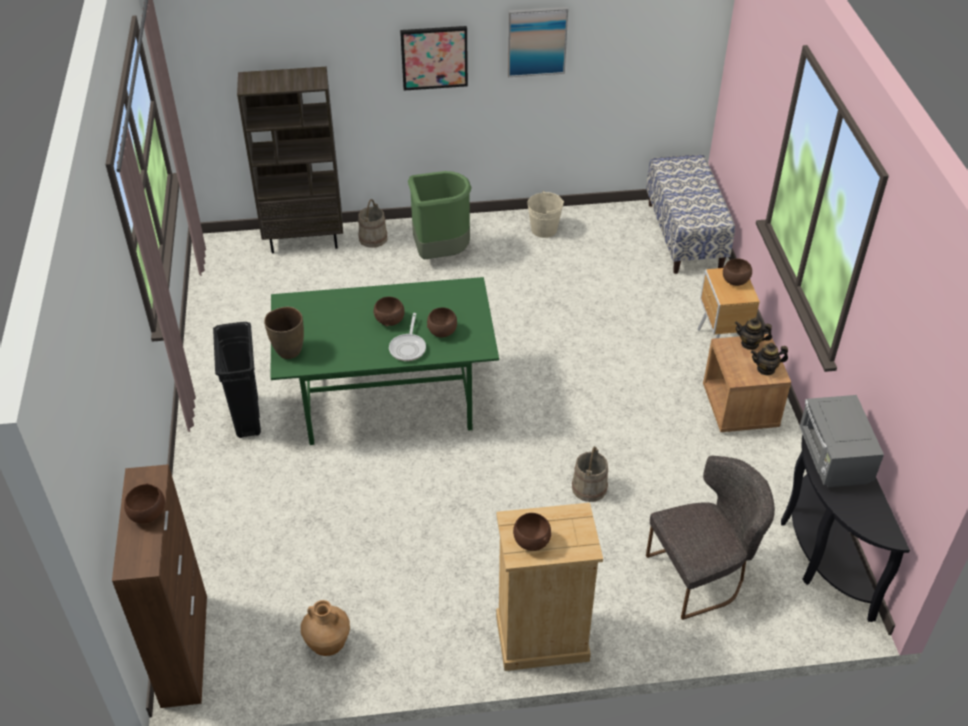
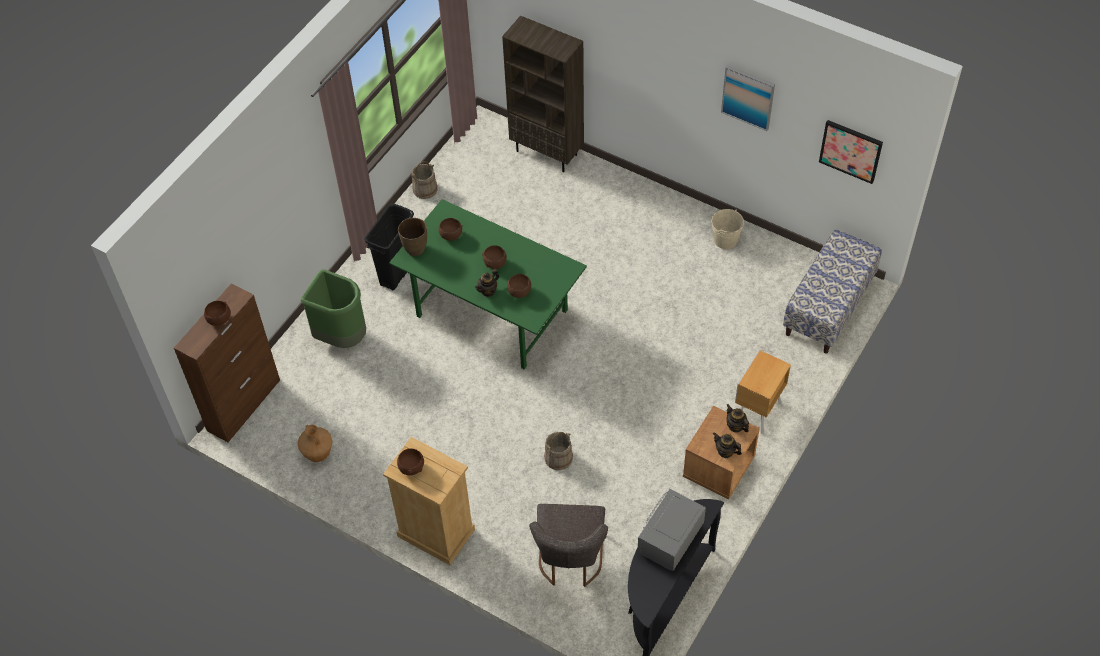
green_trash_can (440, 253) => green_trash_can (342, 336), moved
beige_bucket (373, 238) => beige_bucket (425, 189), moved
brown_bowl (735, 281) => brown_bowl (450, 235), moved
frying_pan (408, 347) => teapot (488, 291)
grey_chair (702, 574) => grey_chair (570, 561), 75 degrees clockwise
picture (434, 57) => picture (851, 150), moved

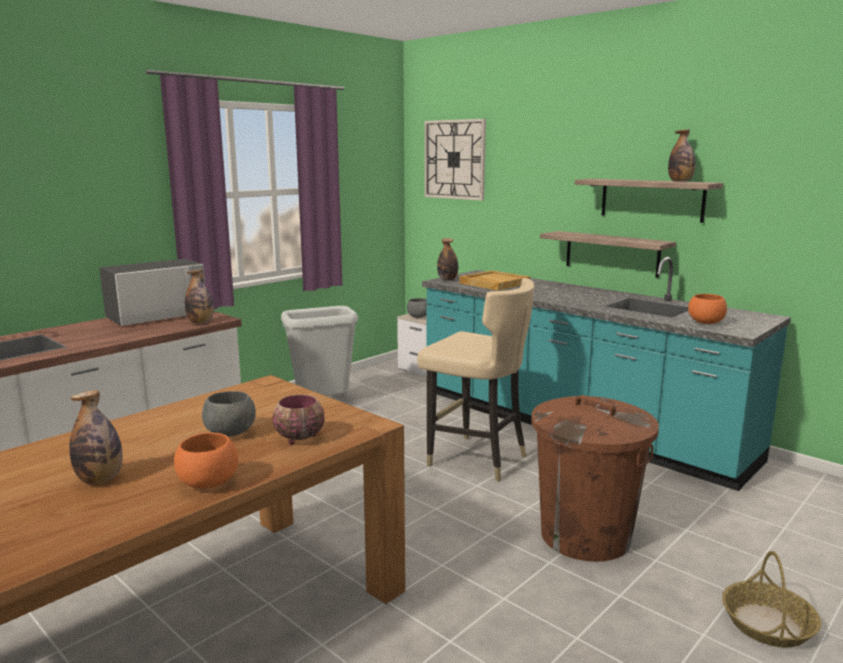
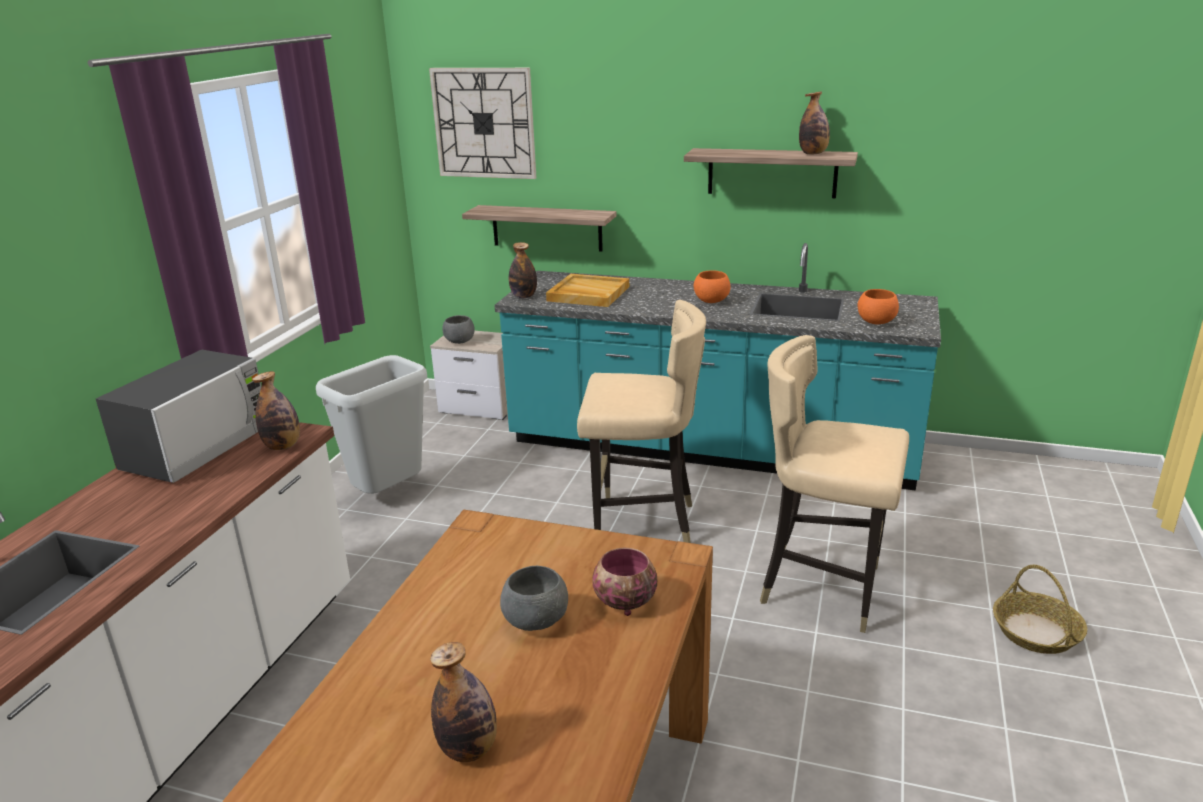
shelf (611, 253) => shelf (546, 228), moved
orange_bowl (208, 483) => orange_bowl (711, 301), moved
brown_trash_can (585, 535) => beige_chair (823, 588)

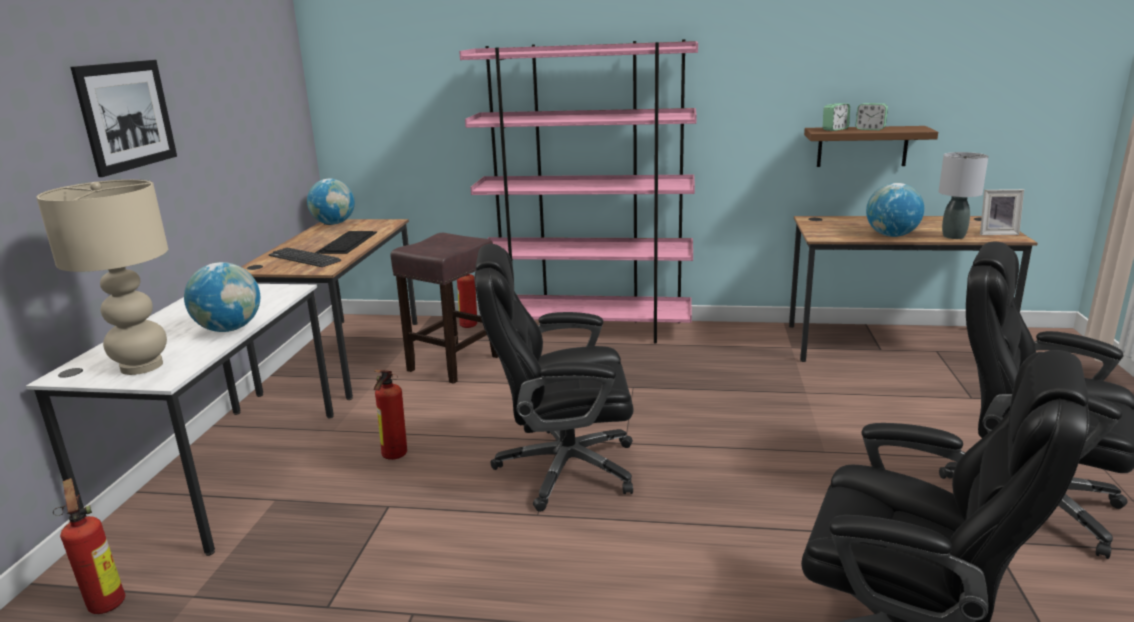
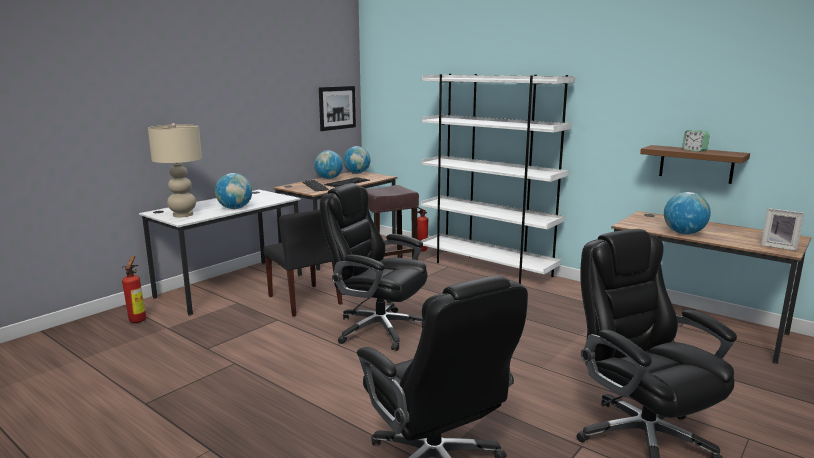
fire_extinguisher (393, 456) => black_chair (305, 300)
nothing => globe (328, 178)
picture (127, 115) => picture (337, 108), moved
pink_bookcase (588, 330) => white_bookcase (487, 267)
alarm_clock (835, 129) => nothing
grey_table_lamp (954, 236) => nothing

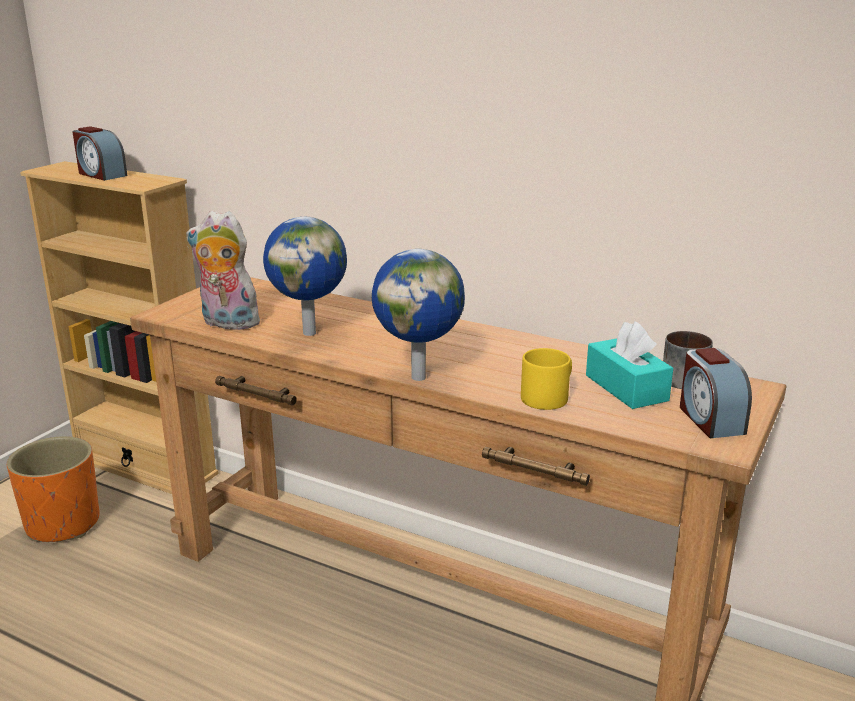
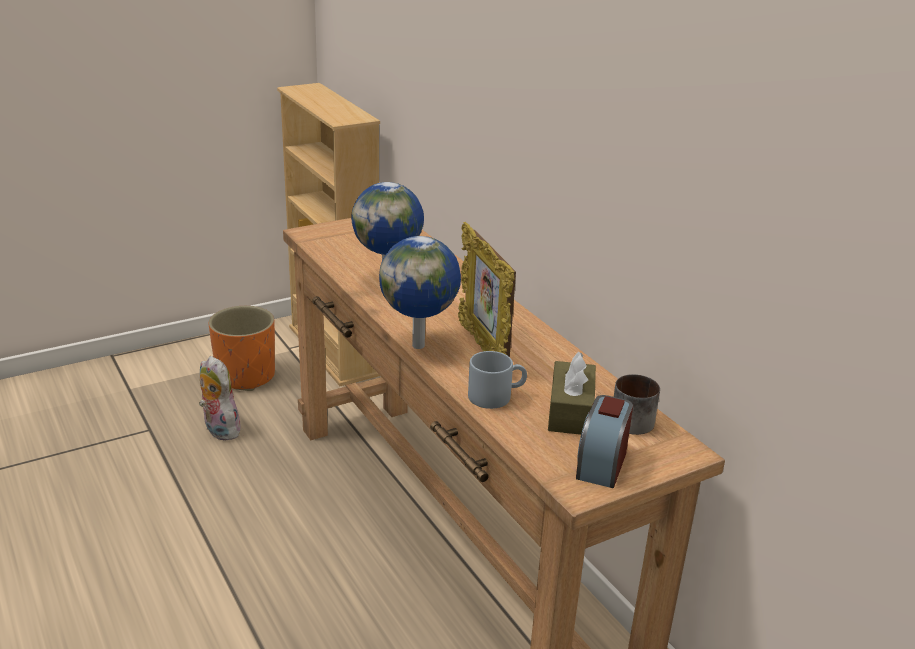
plush_toy (227, 323) => plush_toy (219, 430), moved
nothing => picture_frame (483, 348)
yellow_mug (548, 396) => grey_mug (496, 395)
turquoise_tissue_box (626, 388) => brown_tissue_box (570, 411)
alarm_clock (101, 174) => nothing

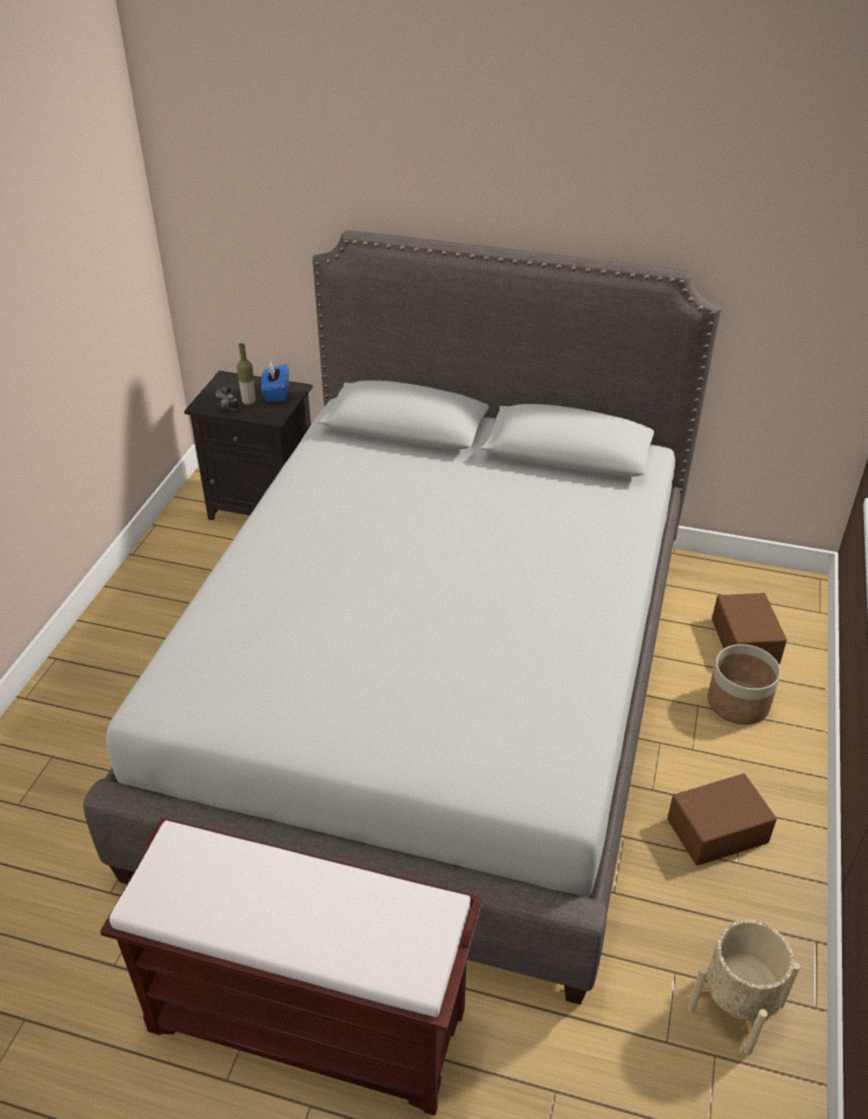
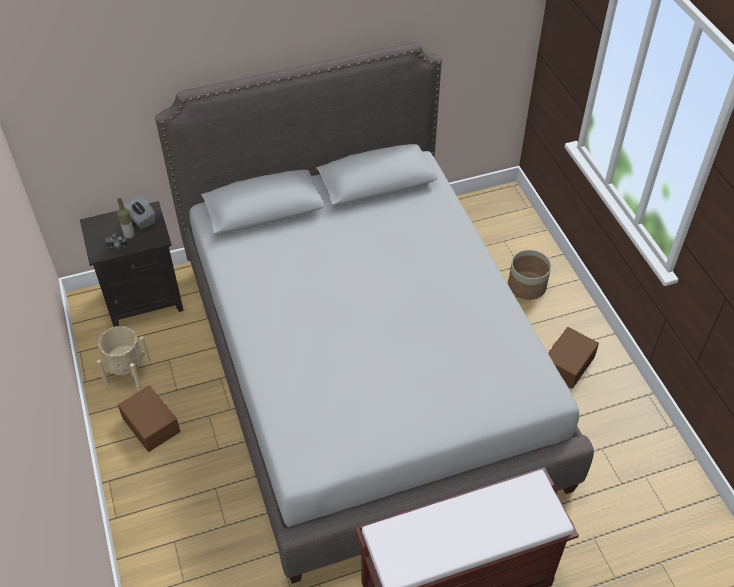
beige_planter (735, 1007) => beige_planter (127, 373), moved
brown_storage_box (747, 640) => brown_storage_box (152, 423), moved
blue_tissue_box (276, 393) => grey_tissue_box (141, 219)

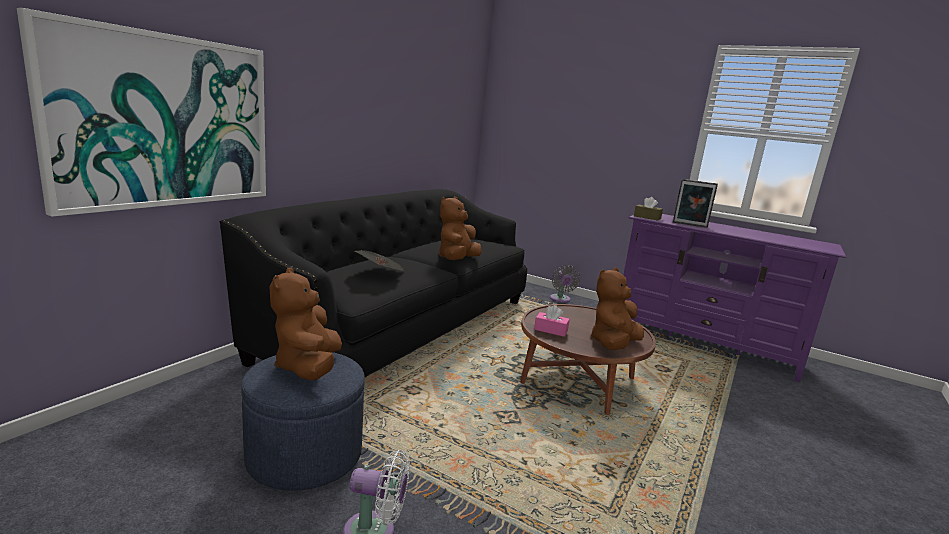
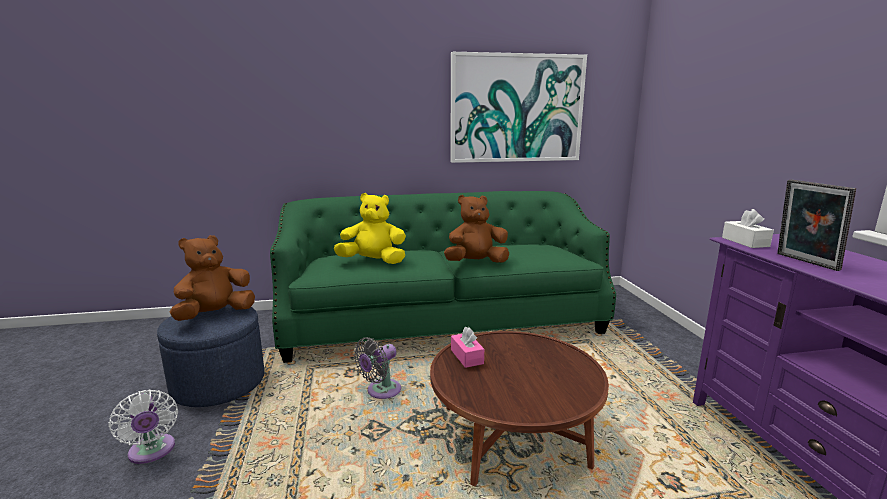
black_sofa (403, 326) => green_sofa (443, 322)
newspaper (381, 274) => yellow_plush_toy (373, 262)
grey_fan (560, 299) => grey_fan (381, 391), moved
picture (165, 121) => picture (516, 108), moved
brown_tissue_box (647, 217) => white_tissue_box (745, 242)
brown_plush_toy (613, 344) => nothing

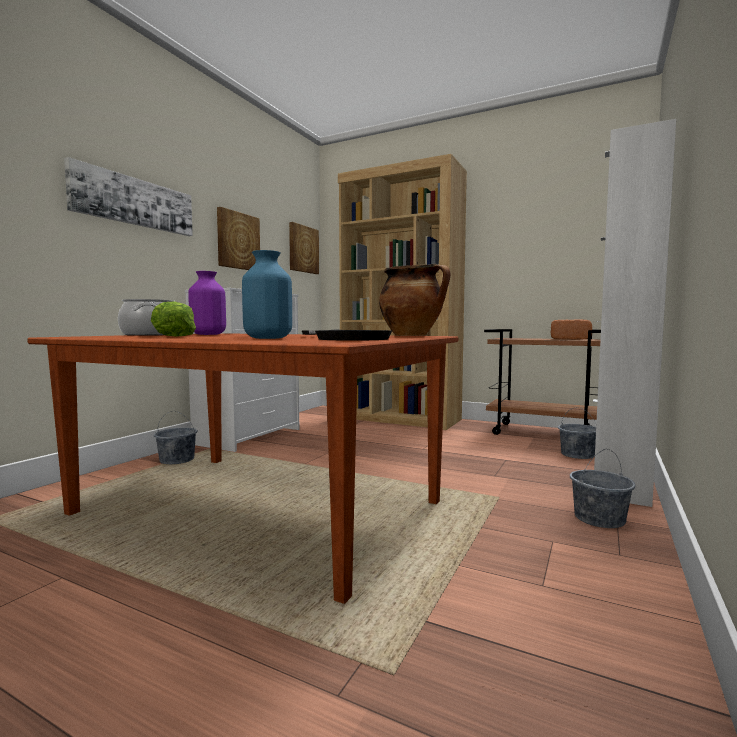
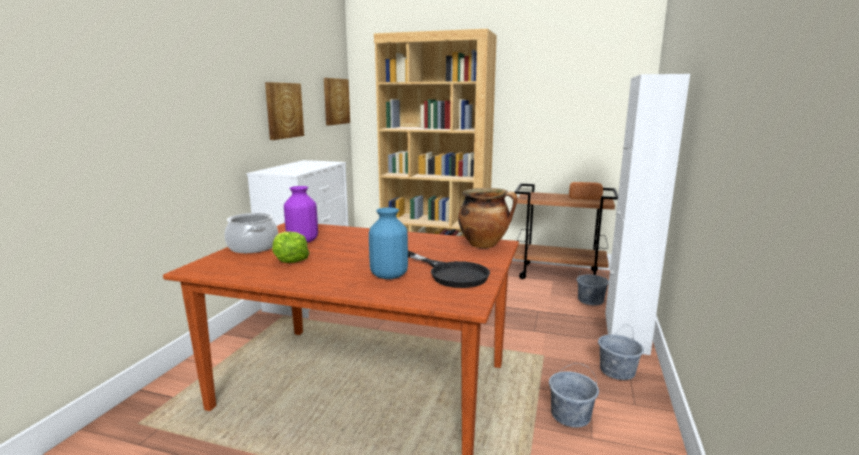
grey_bucket (177, 460) => grey_bucket (571, 415), moved
picture (134, 202) => nothing

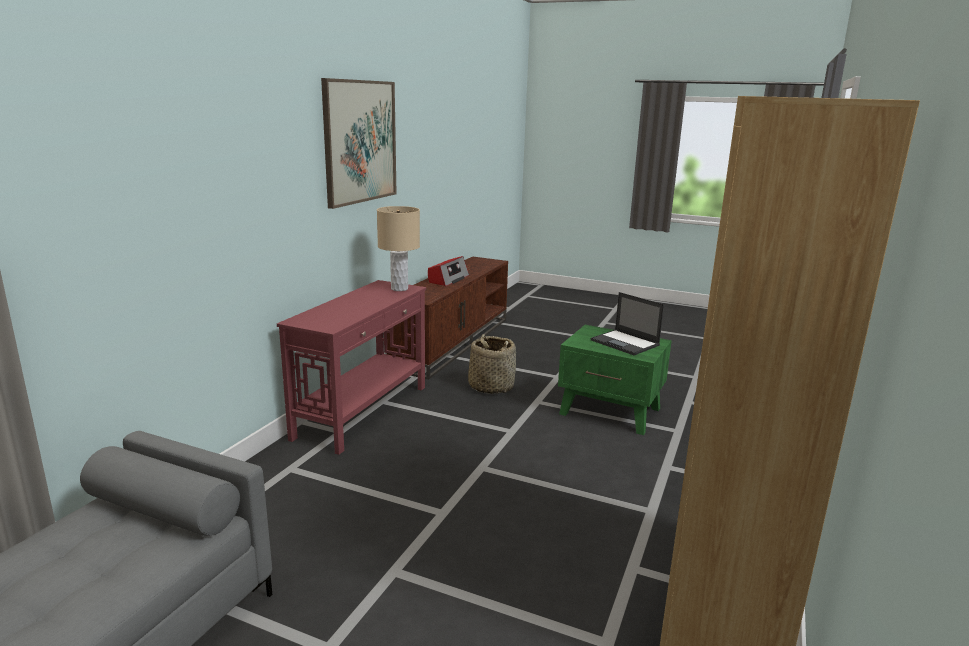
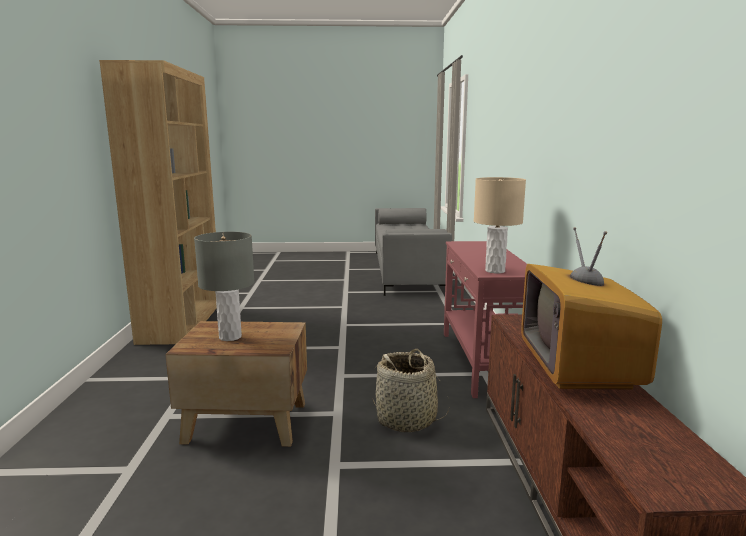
green_side_table (611, 411) => brown_side_table (245, 422)
laptop (625, 343) => grey_table_lamp (230, 337)
radio (448, 279) => television (578, 367)
picture (360, 142) => nothing

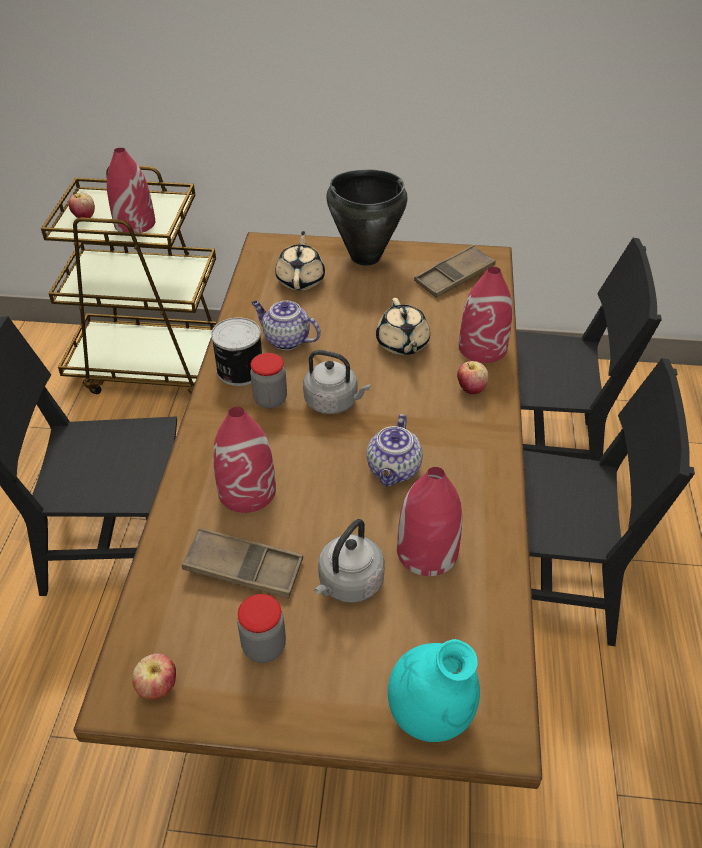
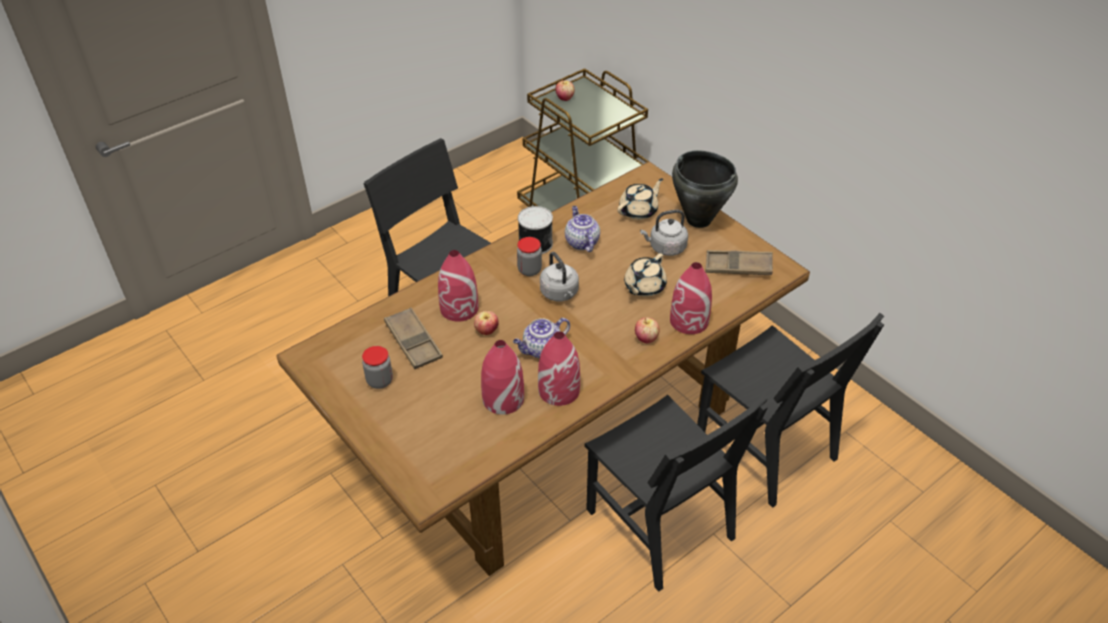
apple (158, 687) => apple (486, 331), moved
red_vase (134, 223) => red_vase (559, 389), moved
grey_kettle (348, 584) => grey_kettle (665, 248), moved
turquoise_vase (430, 714) => nothing

